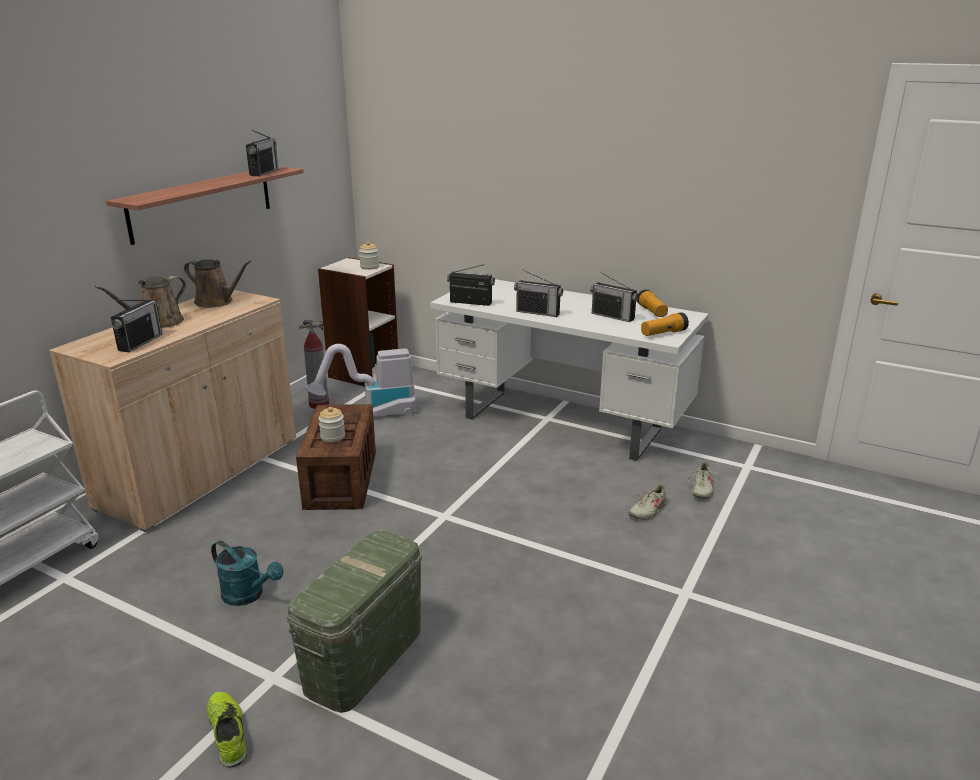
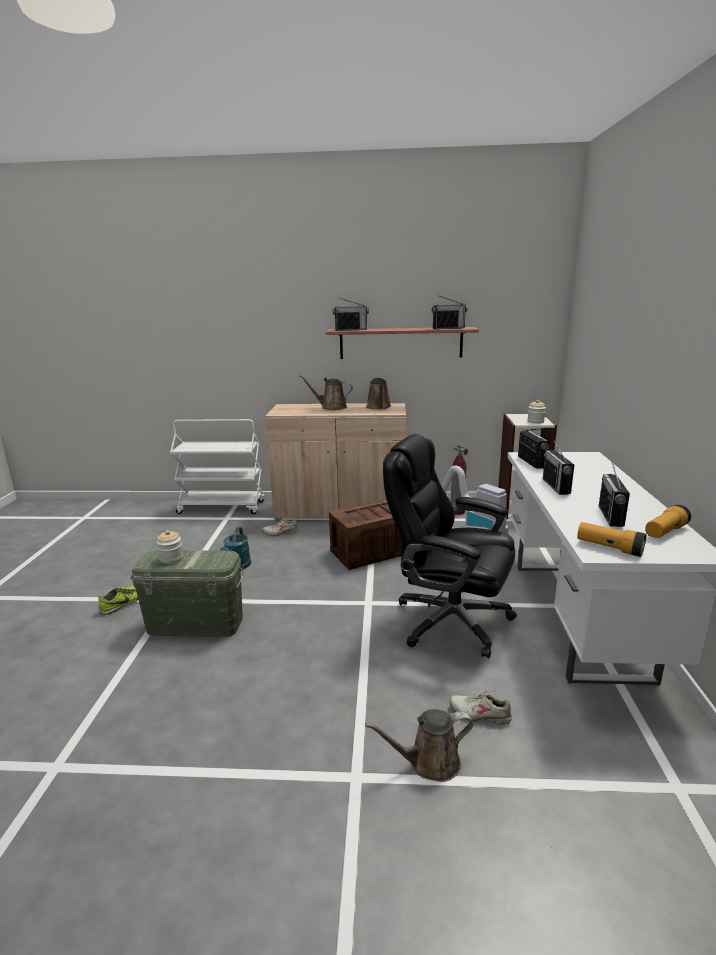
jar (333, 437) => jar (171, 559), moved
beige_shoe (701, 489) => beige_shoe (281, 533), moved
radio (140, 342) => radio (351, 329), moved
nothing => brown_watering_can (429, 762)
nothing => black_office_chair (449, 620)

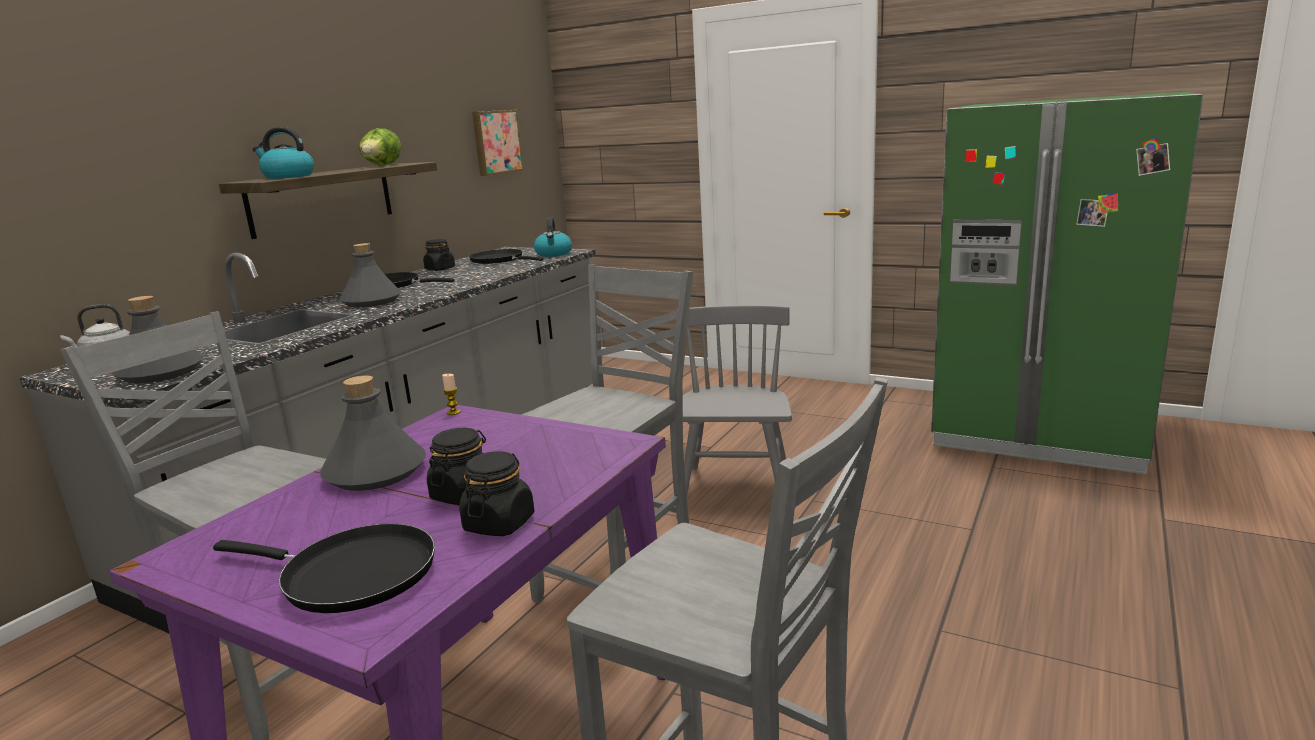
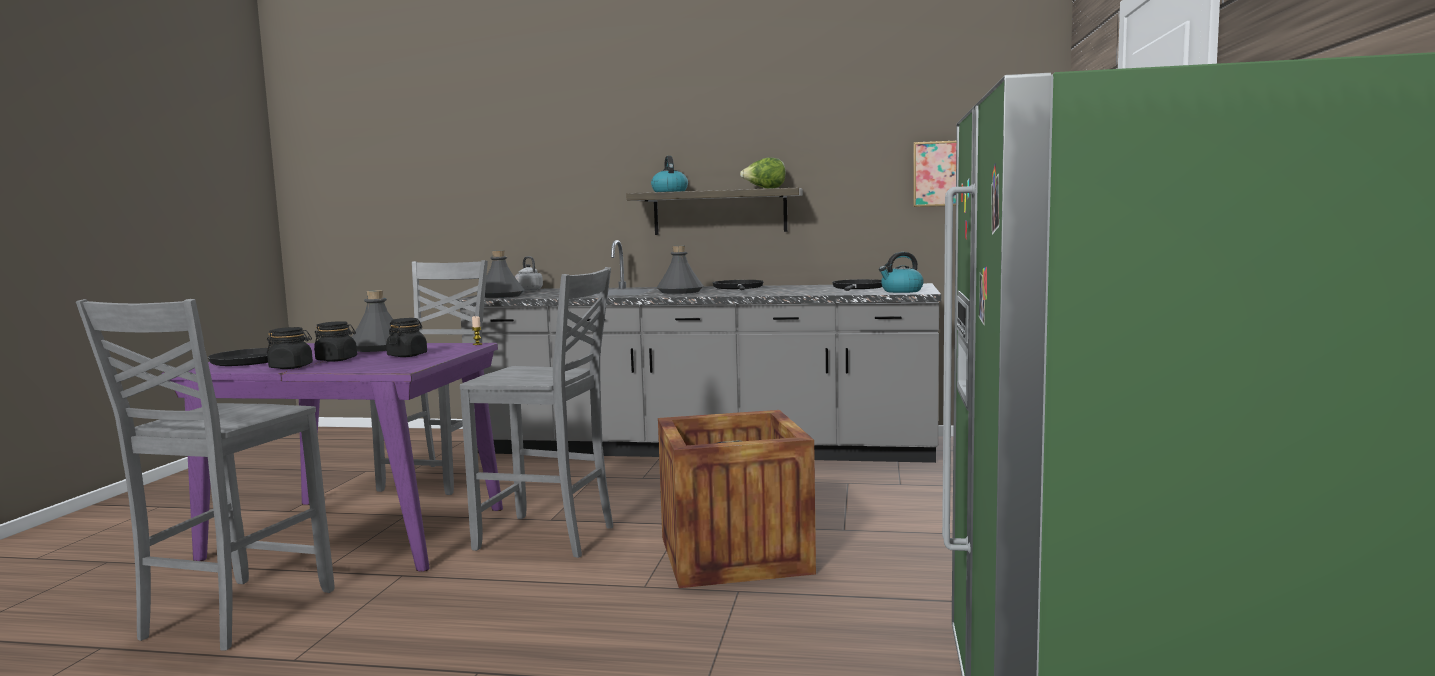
black_jar (440, 269) => black_jar (407, 355), moved
grey_chair (736, 493) => crate (734, 555)

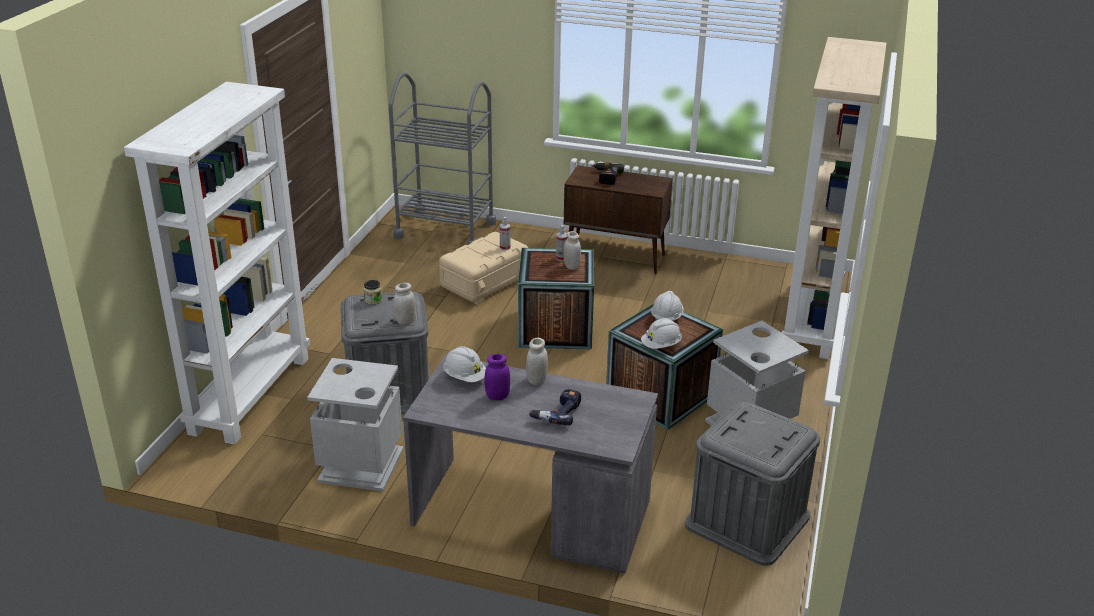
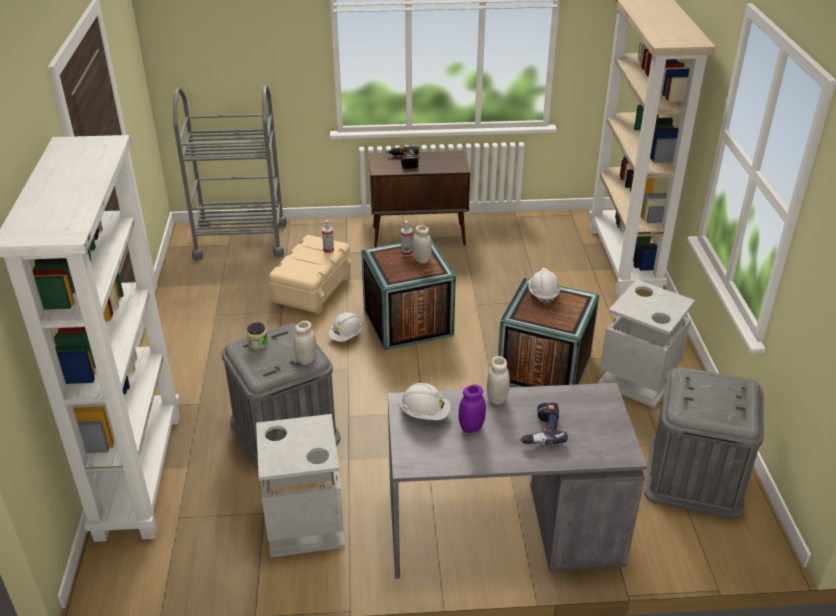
white_hard_hat (661, 345) => white_hard_hat (346, 336), moved

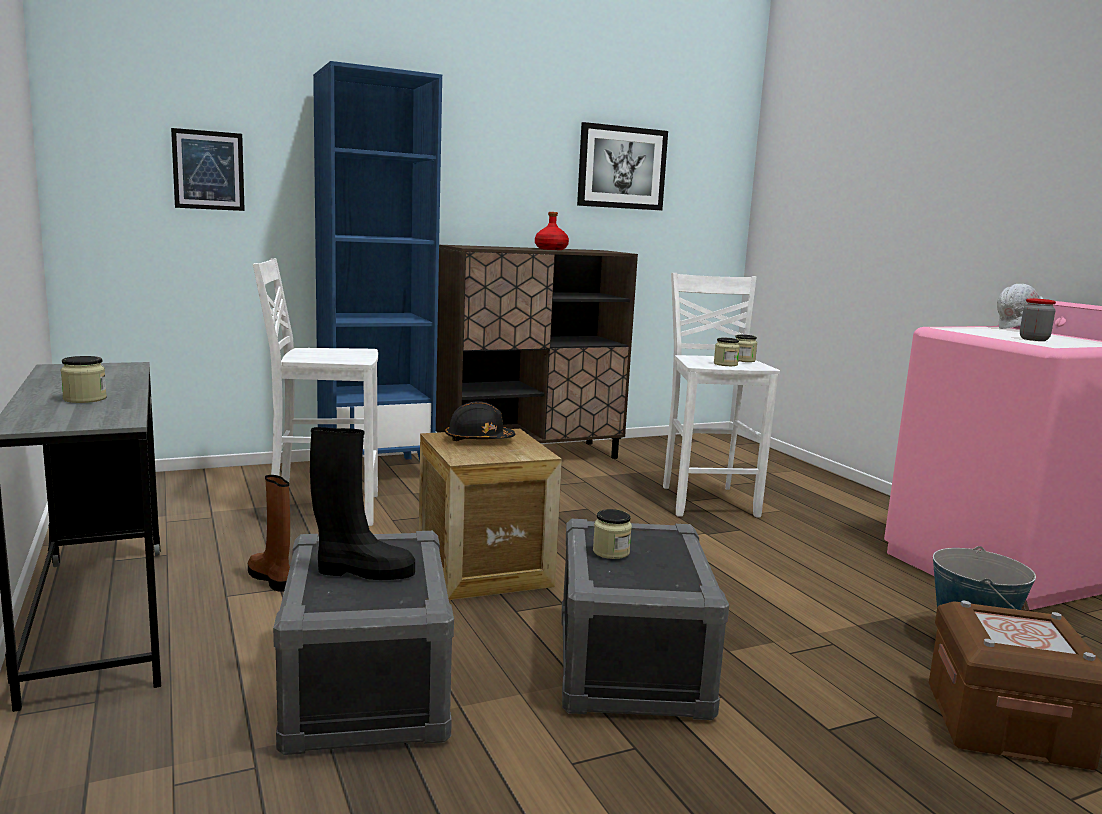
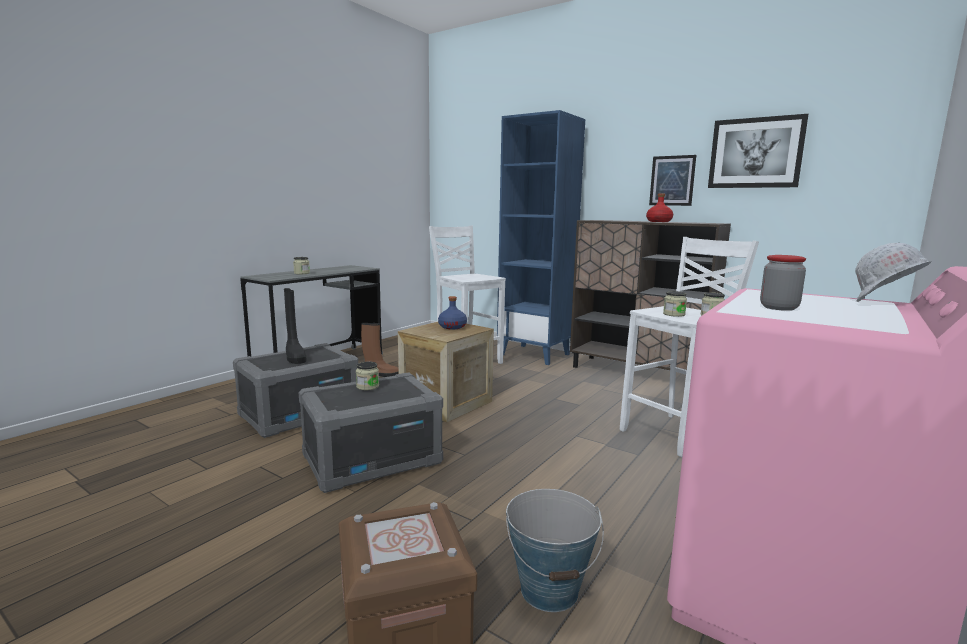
brown_boot (272, 579) => brown_boot (381, 374), 75 degrees clockwise
black_hard_hat (478, 440) => blue_bottle (452, 327)
picture (208, 170) => picture (672, 180), moved

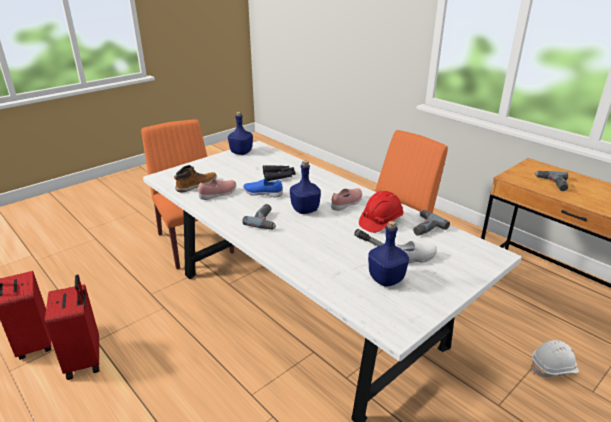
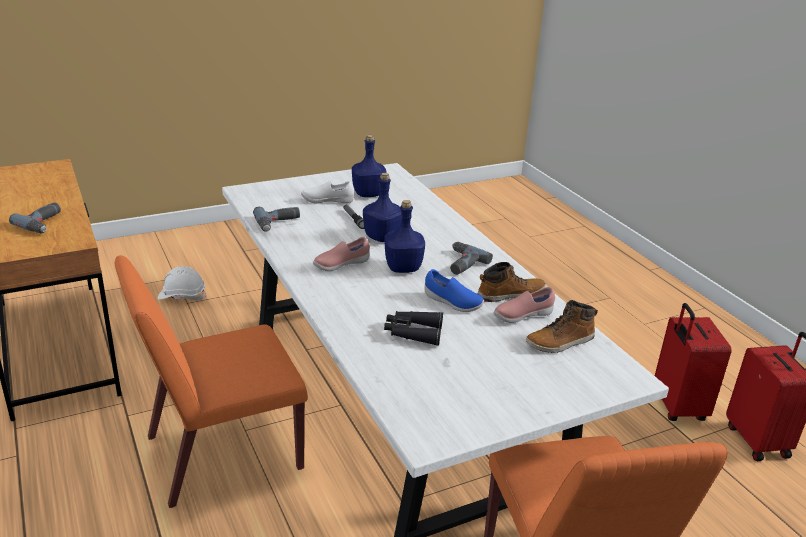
blue_bottle (241, 152) => blue_bottle (383, 237), moved
nothing => boot (510, 294)
red_hard_hat (380, 222) => nothing

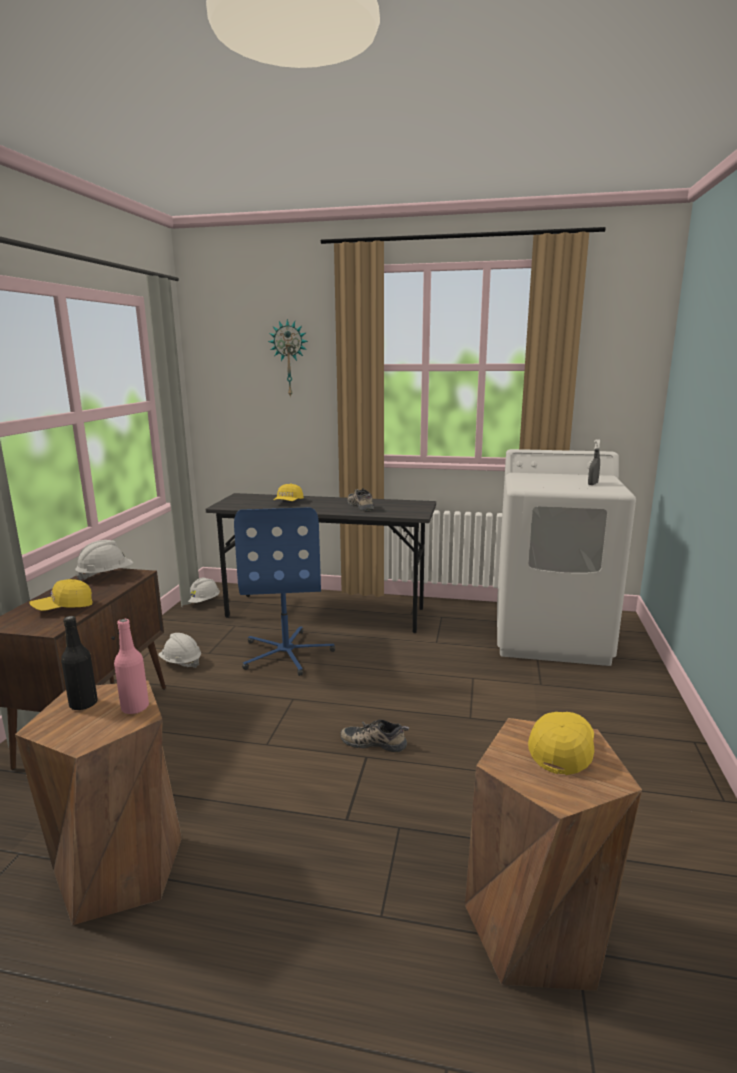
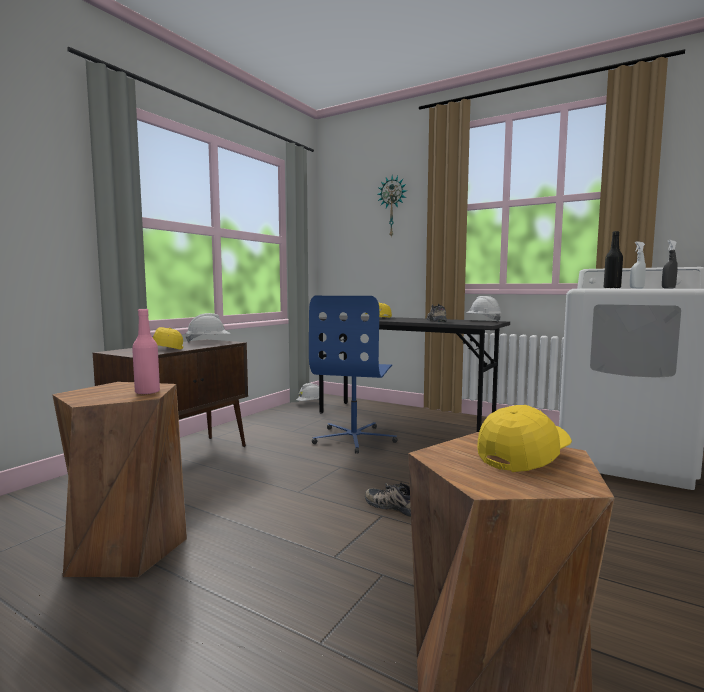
white_hard_hat (181, 662) => white_hard_hat (483, 320), moved
black_bottle (83, 704) => black_bottle (612, 288), moved
nothing => white_spray_bottle (636, 288)

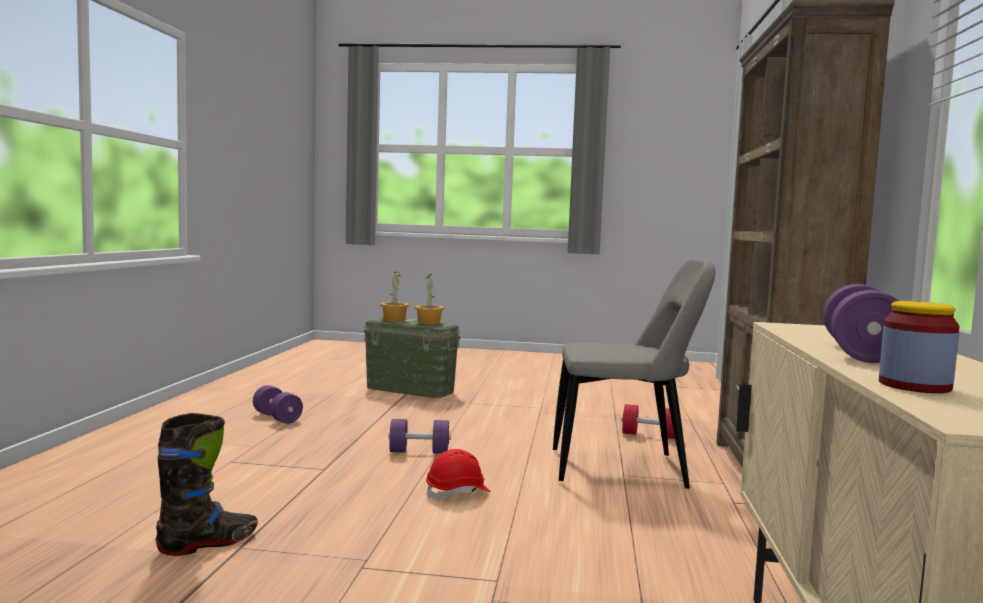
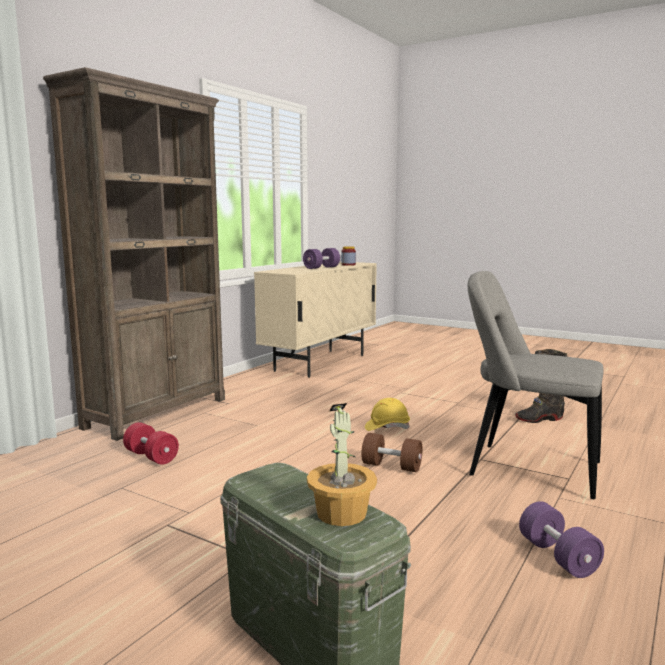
purple_dumbbell (419, 452) => brown_dumbbell (391, 466)
red_hard_hat (458, 493) => yellow_hard_hat (387, 427)
grey_chair (625, 469) => grey_chair (528, 468), moved
potted_plant (429, 323) => nothing

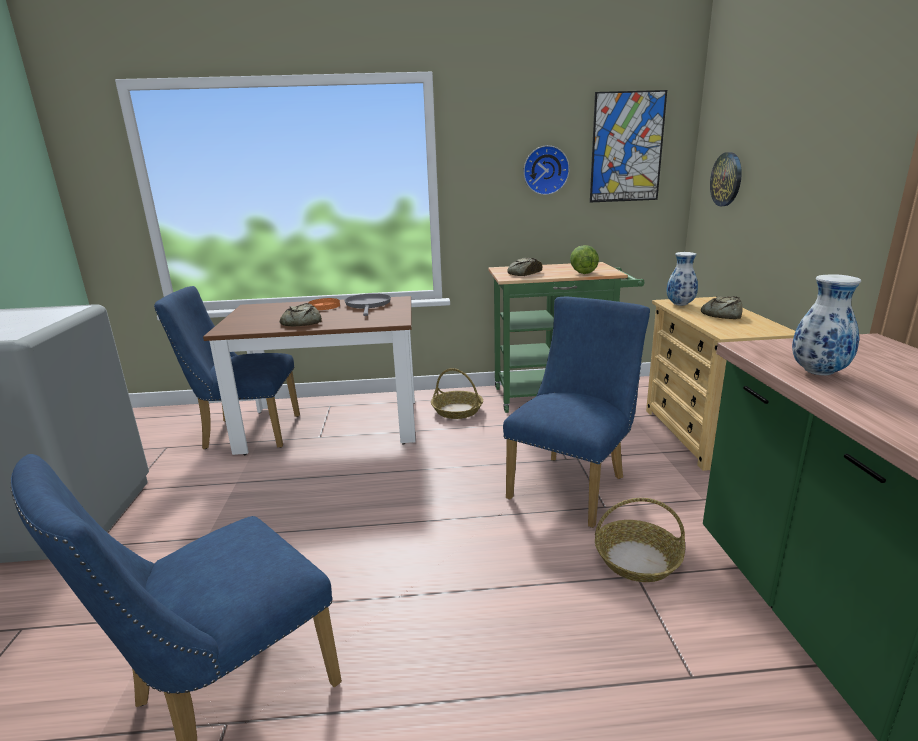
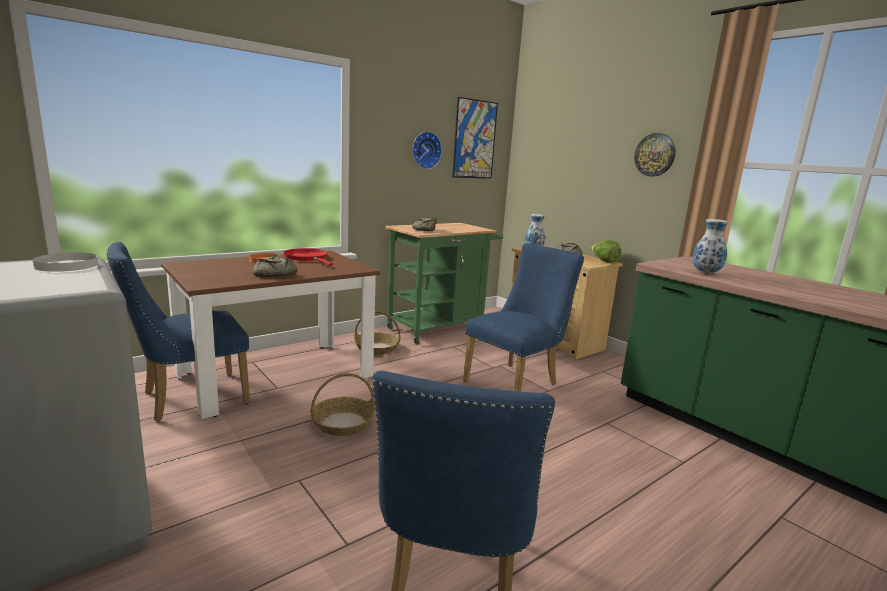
nothing => white_plate (66, 265)
grey_frying_pan (368, 305) => red_frying_pan (307, 258)
basket (636, 560) => basket (342, 423), moved
blue_chair (573, 485) => blue_chair (516, 382), 45 degrees clockwise
lettuce (582, 272) => lettuce (604, 261), moved
wall_clock (726, 179) => wall_clock (655, 155), moved

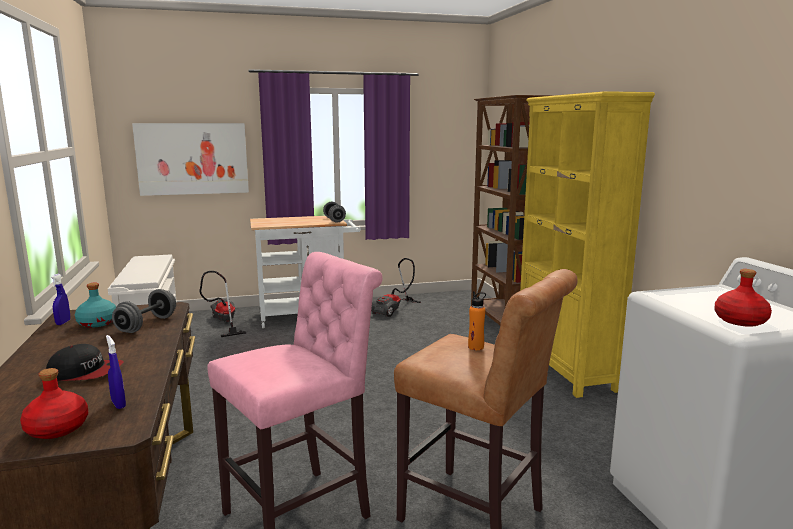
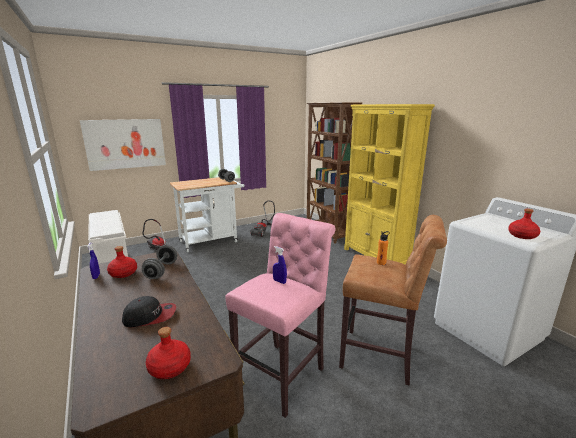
turquoise_bottle (98, 323) => red_bottle (124, 273)
blue_spray_bottle (118, 404) => blue_spray_bottle (279, 281), moved

